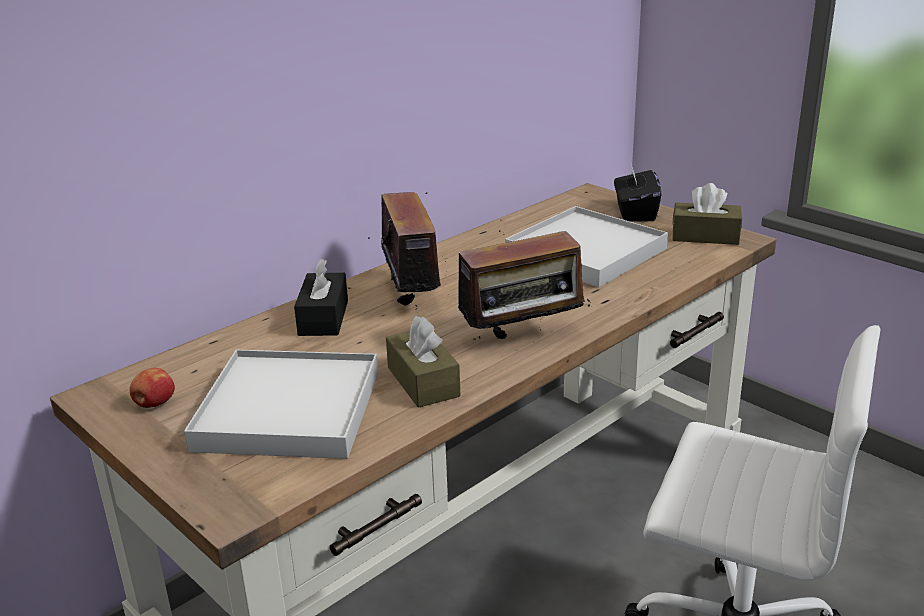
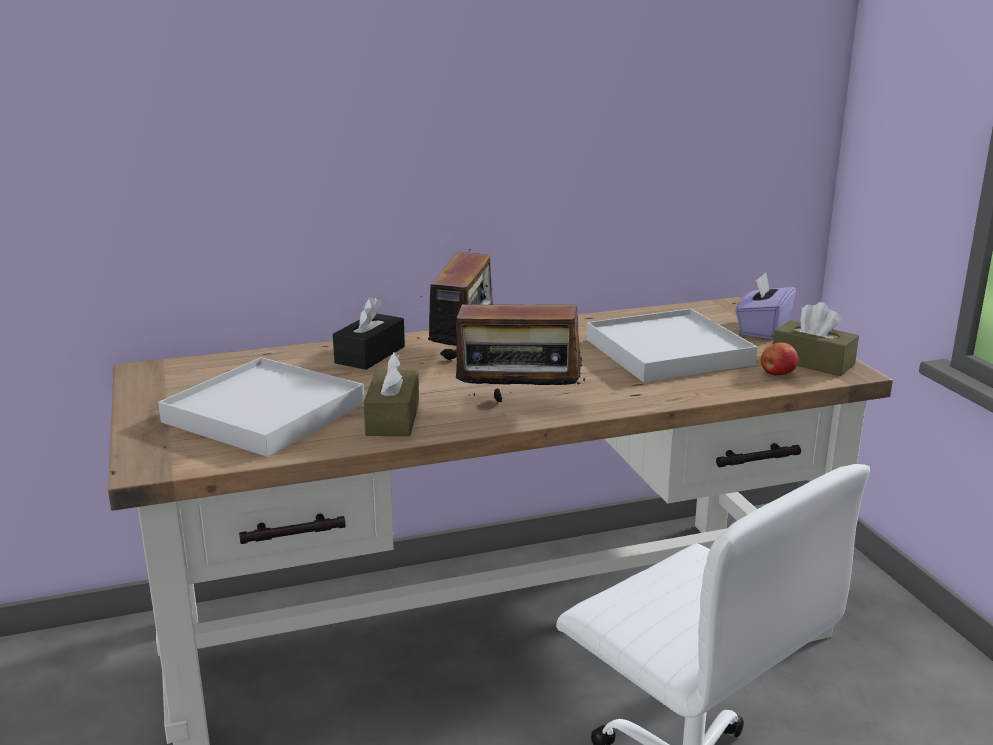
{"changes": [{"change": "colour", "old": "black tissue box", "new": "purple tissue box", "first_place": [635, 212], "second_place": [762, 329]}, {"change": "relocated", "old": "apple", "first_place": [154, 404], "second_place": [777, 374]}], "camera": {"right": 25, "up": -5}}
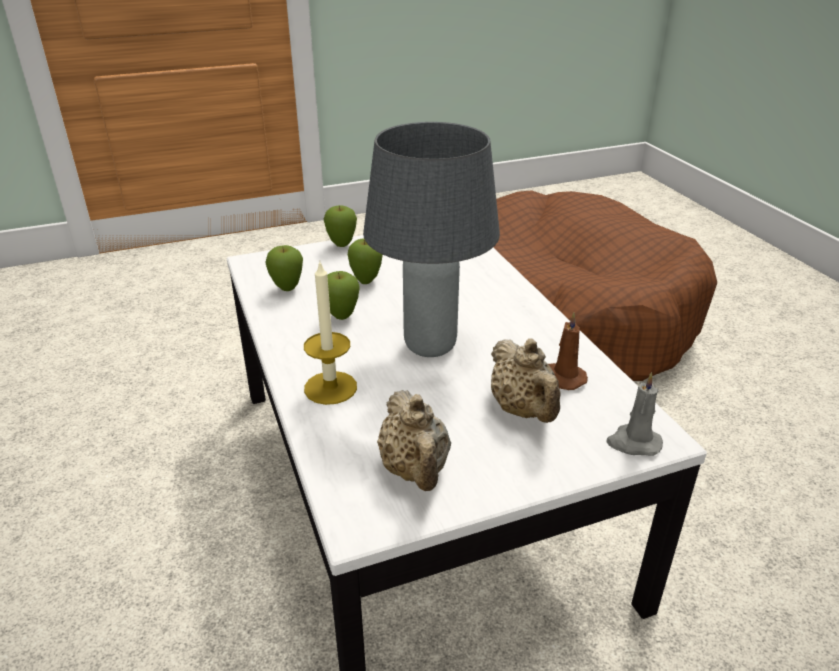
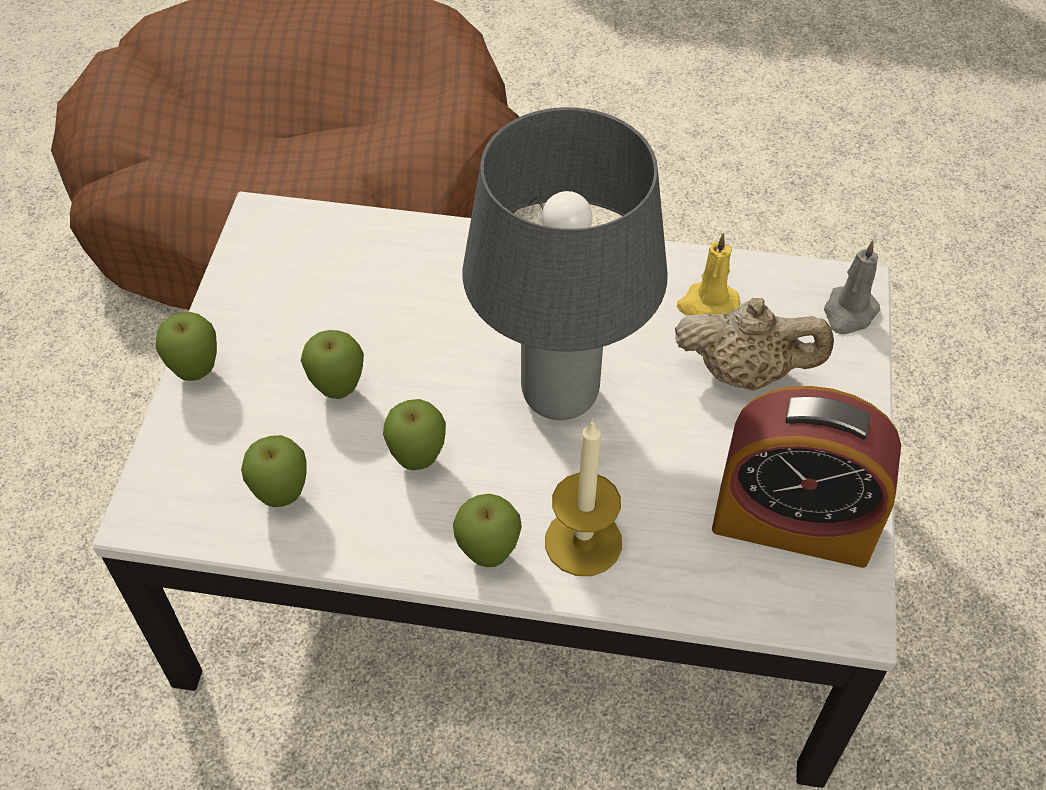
{"changes": [{"change": "colour", "old": "brown candle", "new": "yellow candle", "first_place": [563, 377], "second_place": [707, 304]}, {"change": "exchanged", "old": "beige teapot", "new": "alarm clock", "first_place": [415, 471], "second_place": [793, 522]}, {"change": "appeared", "new": "apple", "second_place": [488, 555]}], "camera": {"right": -60, "up": 20}}
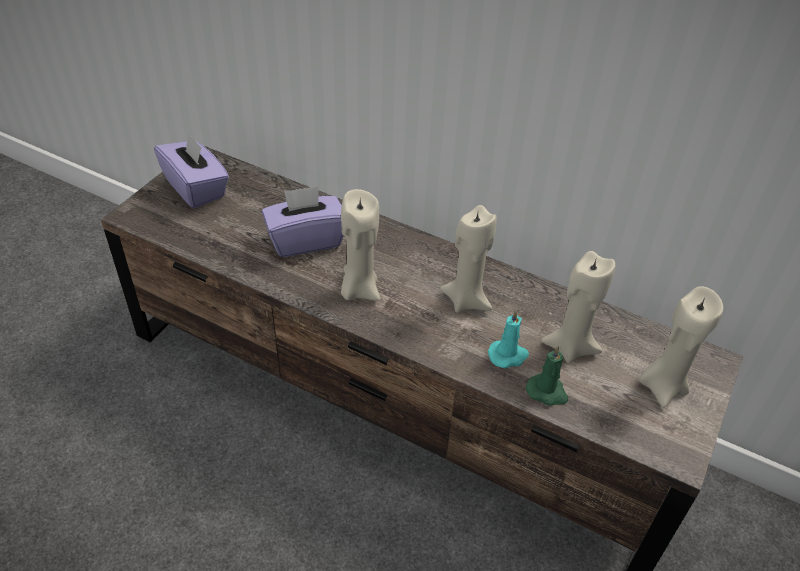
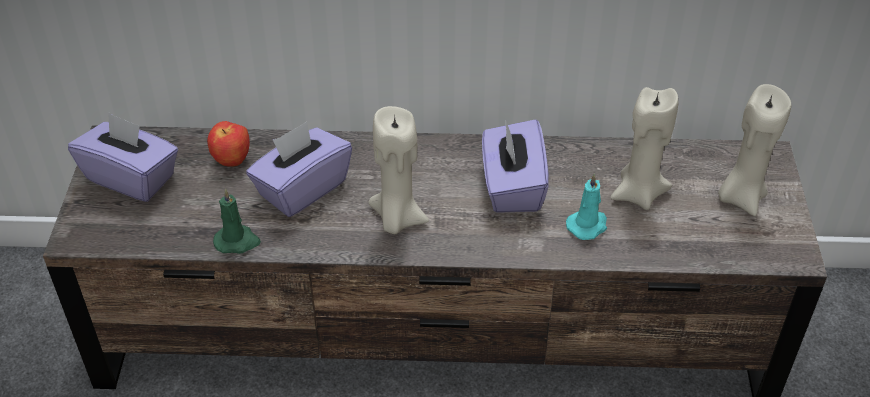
{"changes": [{"change": "exchanged", "old": "beige candle", "new": "purple tissue box", "first_place": [466, 300], "second_place": [512, 187]}, {"change": "relocated", "old": "green candle", "first_place": [547, 392], "second_place": [237, 241]}, {"change": "appeared", "new": "apple", "second_place": [232, 161]}], "camera": {"right": -25, "up": 0}}
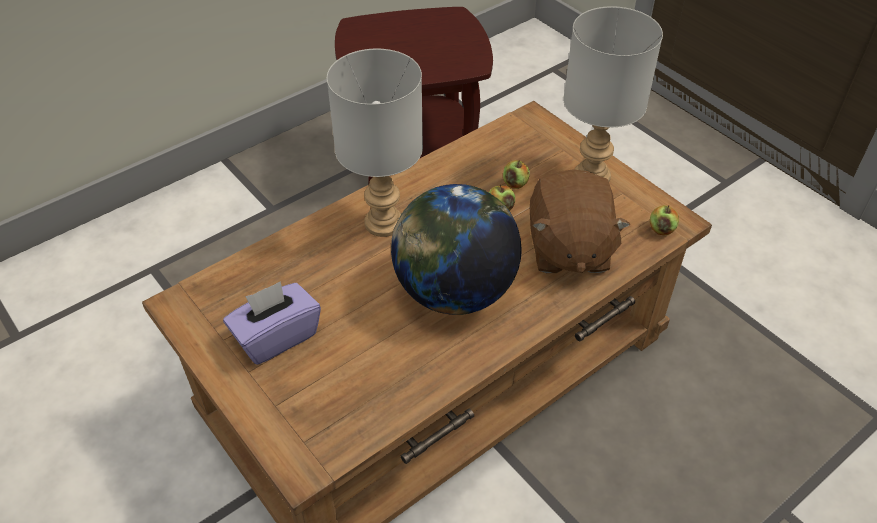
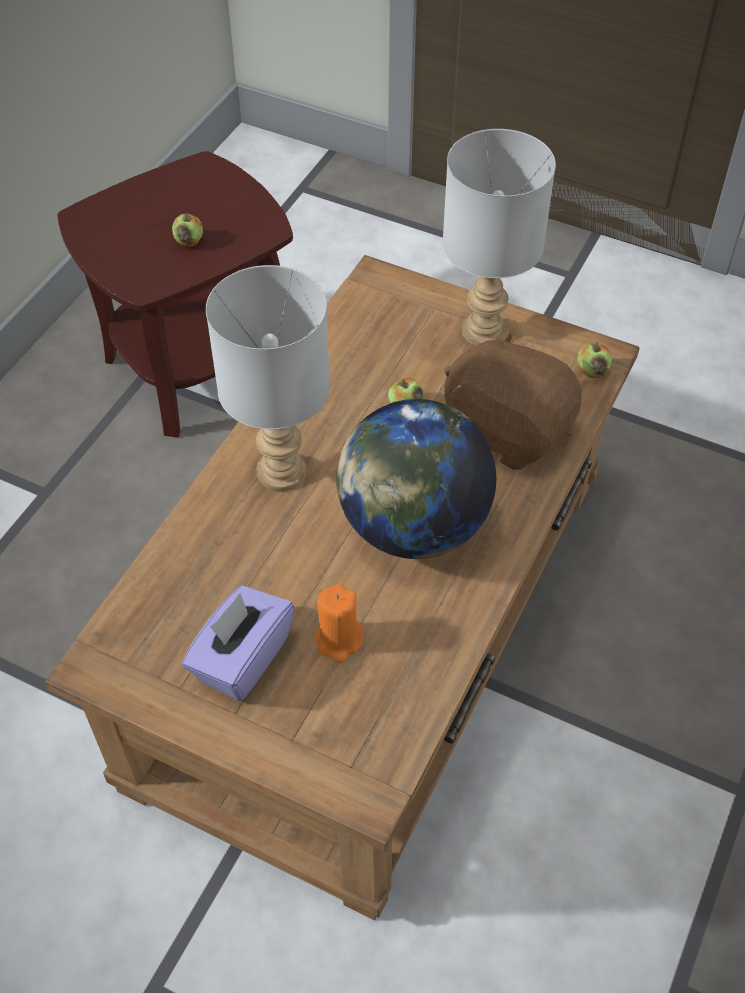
{"changes": [{"change": "relocated", "old": "apple", "first_place": [515, 184], "second_place": [189, 241]}, {"change": "spun", "old": "brown plush toy", "first_place": [568, 249], "second_place": [507, 429], "degrees": 150}, {"change": "appeared", "new": "orange candle", "second_place": [339, 640]}], "camera": {"right": -25, "up": 5}}
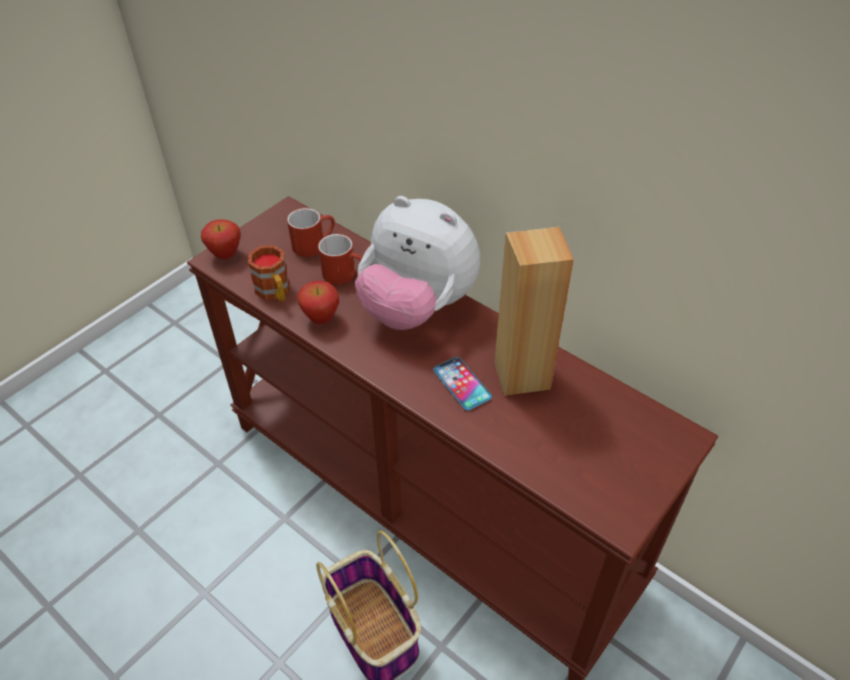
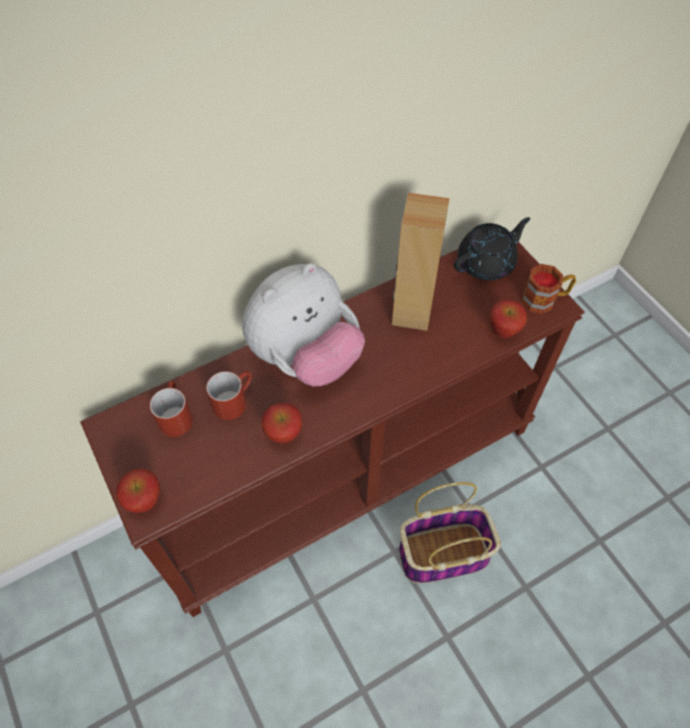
{"changes": [{"change": "relocated", "old": "mug", "first_place": [275, 292], "second_place": [544, 299]}, {"change": "missing", "old": "phone", "first_place": [462, 384]}, {"change": "appeared", "new": "black teapot", "second_place": [486, 263]}, {"change": "appeared", "new": "apple", "second_place": [503, 332]}], "camera": {"right": -70, "up": 10}}
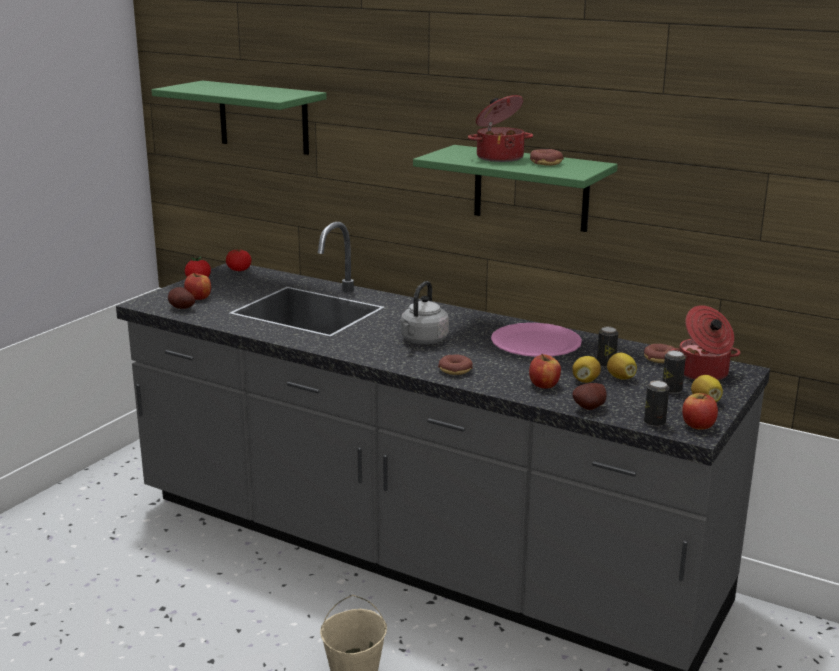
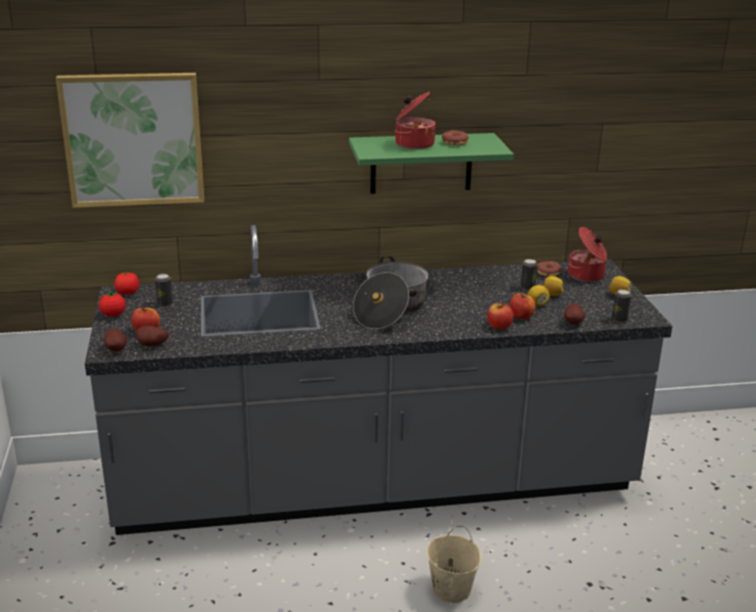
{"changes": [{"change": "exchanged", "old": "green shelf", "new": "picture", "first_place": [263, 117], "second_place": [133, 139]}, {"change": "exchanged", "old": "grey kettle", "new": "cooking pot", "first_place": [423, 341], "second_place": [390, 309]}, {"change": "missing", "old": "pink plate", "first_place": [535, 343]}, {"change": "relocated", "old": "can", "first_place": [671, 390], "second_place": [165, 303]}, {"change": "missing", "old": "donut", "first_place": [455, 370]}, {"change": "relocated", "old": "apple", "first_place": [698, 425], "second_place": [499, 326]}, {"change": "appeared", "new": "potato", "second_place": [116, 350]}], "camera": {"right": -40, "up": 5}}
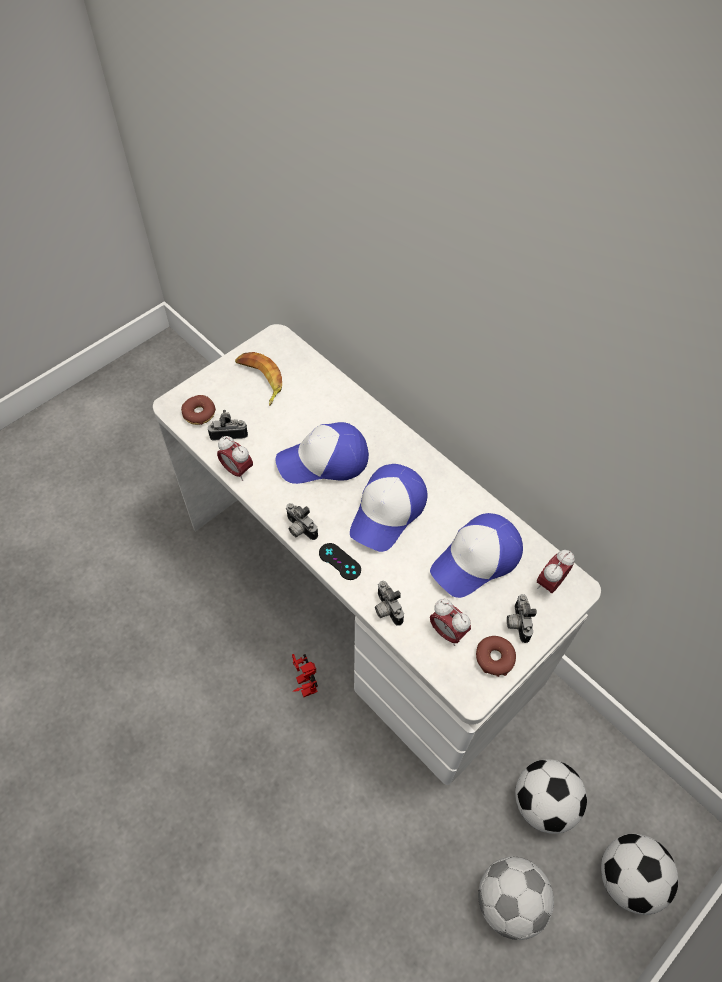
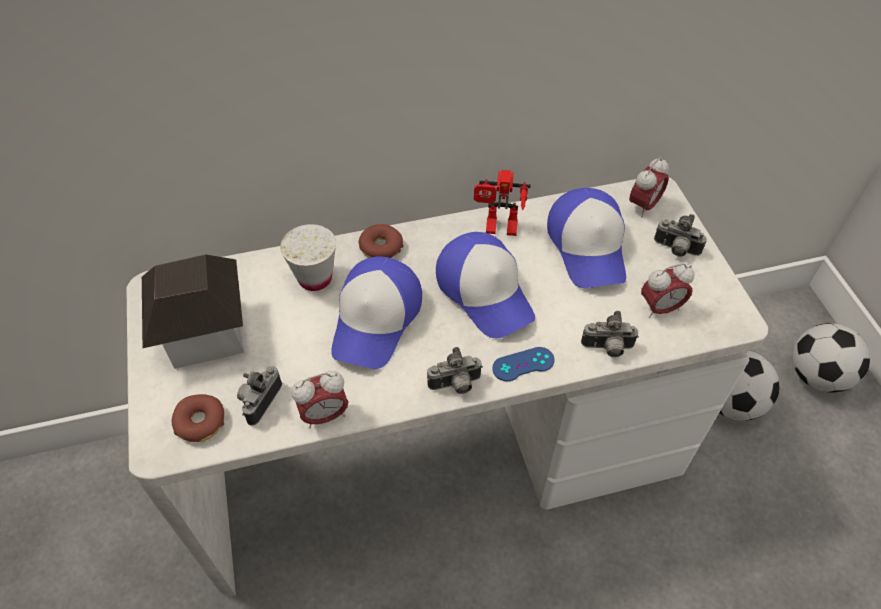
{"changes": [{"change": "exchanged", "old": "banana", "new": "toy house", "first_place": [260, 380], "second_place": [204, 332]}, {"change": "colour", "old": "black game controller", "new": "blue game controller", "first_place": [339, 561], "second_place": [523, 364]}, {"change": "spun", "old": "alarm clock", "first_place": [550, 583], "second_place": [643, 206], "degrees": -120}, {"change": "relocated", "old": "donut", "first_place": [494, 658], "second_place": [381, 247]}, {"change": "relocated", "old": "toy robot", "first_place": [303, 684], "second_place": [498, 230]}, {"change": "missing", "old": "football", "first_place": [509, 901]}, {"change": "appeared", "new": "white cup", "second_place": [315, 278]}], "camera": {"right": -60, "up": -5}}
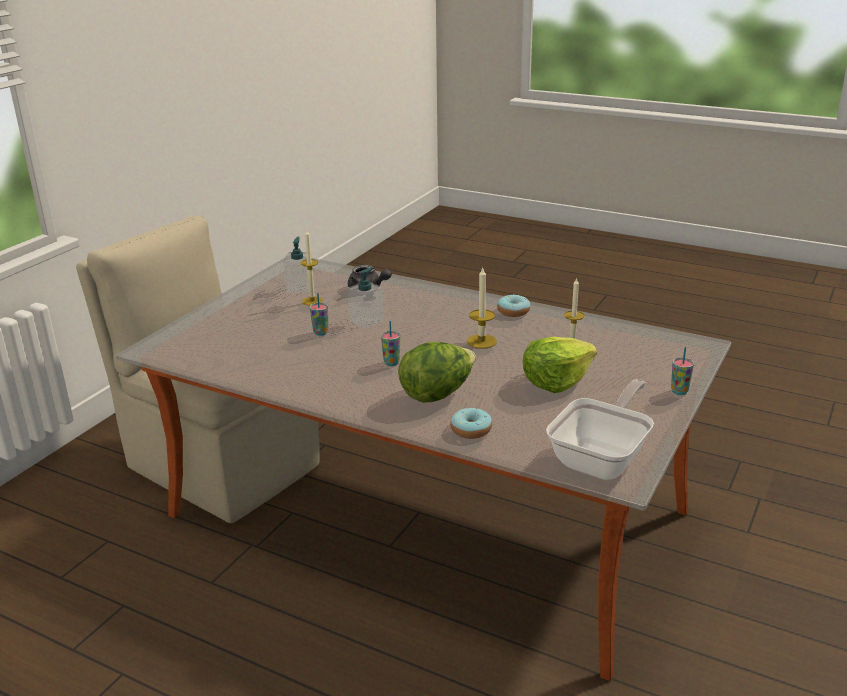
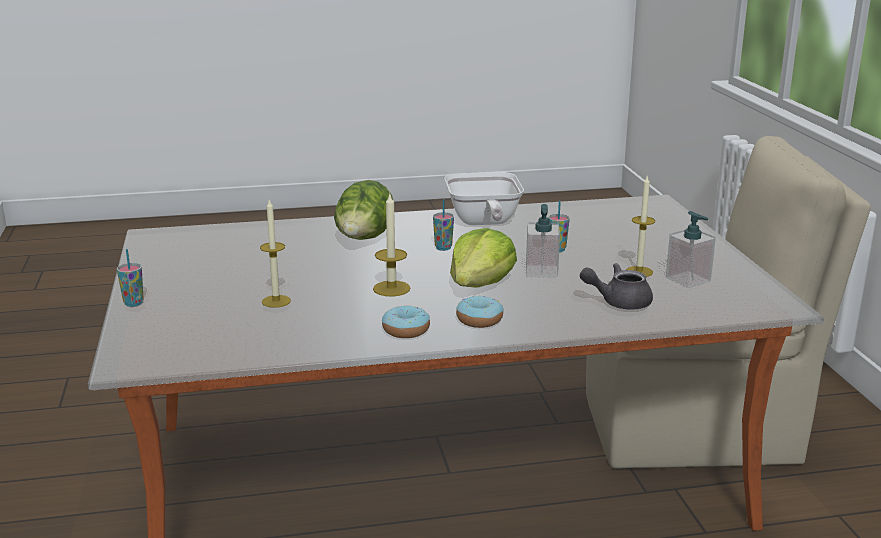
{"changes": [{"change": "relocated", "old": "lettuce", "first_place": [556, 381], "second_place": [480, 285]}, {"change": "relocated", "old": "frying pan", "first_place": [603, 458], "second_place": [483, 223]}, {"change": "relocated", "old": "donut", "first_place": [471, 430], "second_place": [479, 320]}], "camera": {"right": 140, "up": -5}}
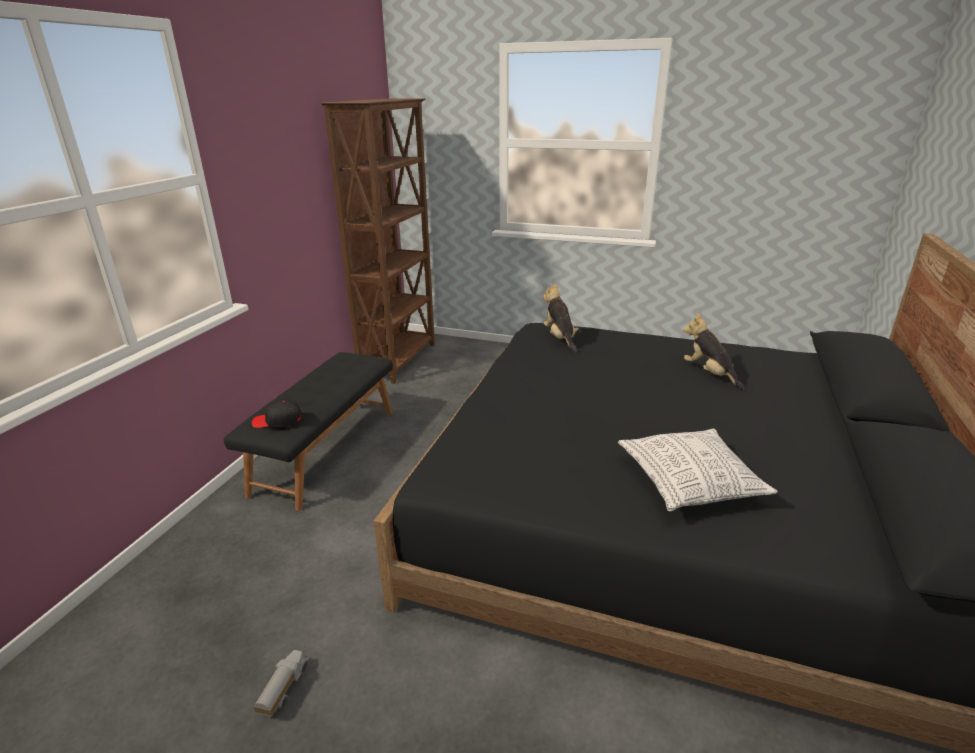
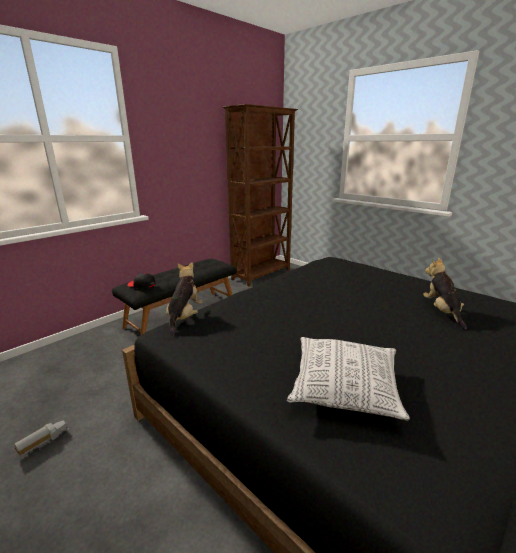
{"changes": [{"change": "relocated", "old": "plush toy", "first_place": [560, 338], "second_place": [184, 317]}], "camera": {"right": 25, "up": -5}}
